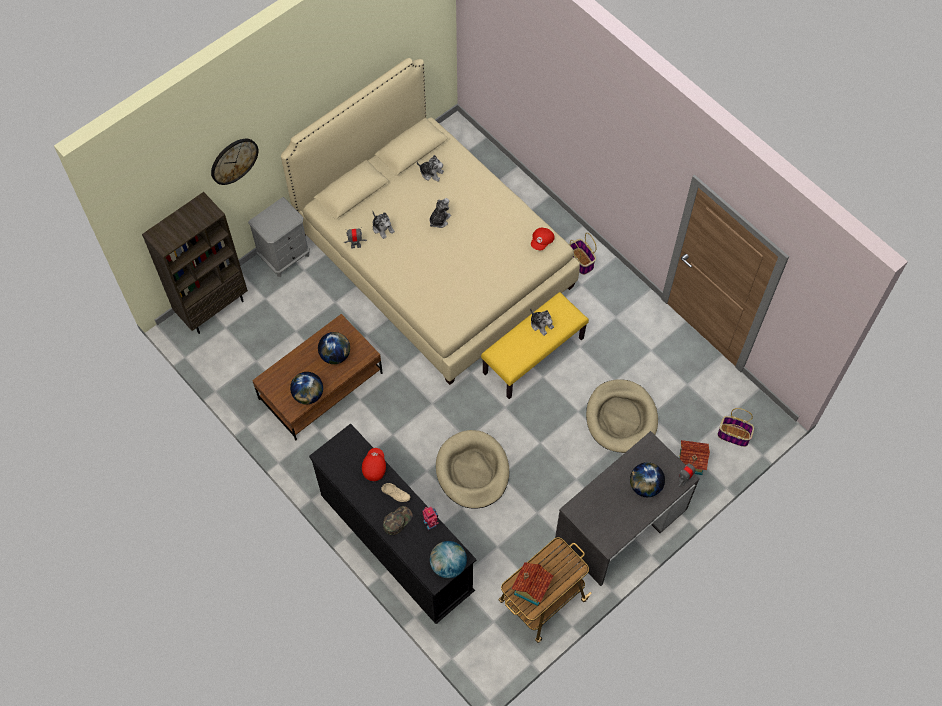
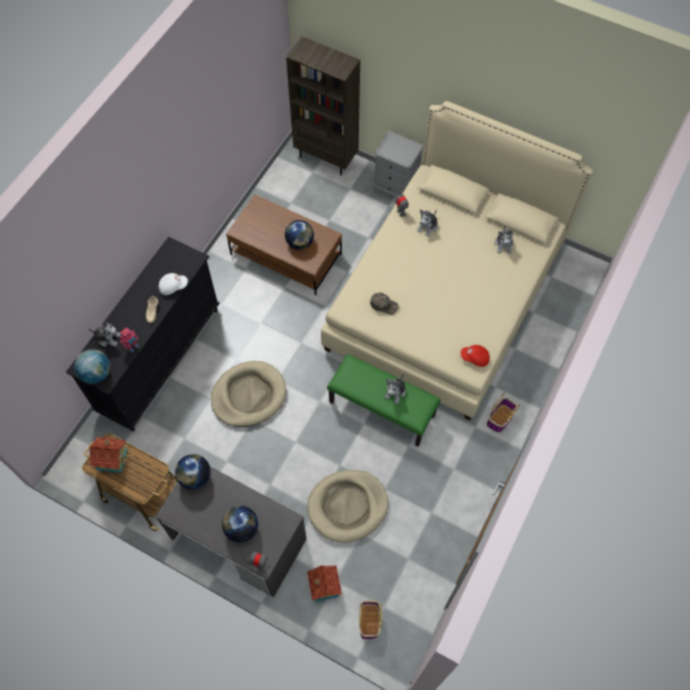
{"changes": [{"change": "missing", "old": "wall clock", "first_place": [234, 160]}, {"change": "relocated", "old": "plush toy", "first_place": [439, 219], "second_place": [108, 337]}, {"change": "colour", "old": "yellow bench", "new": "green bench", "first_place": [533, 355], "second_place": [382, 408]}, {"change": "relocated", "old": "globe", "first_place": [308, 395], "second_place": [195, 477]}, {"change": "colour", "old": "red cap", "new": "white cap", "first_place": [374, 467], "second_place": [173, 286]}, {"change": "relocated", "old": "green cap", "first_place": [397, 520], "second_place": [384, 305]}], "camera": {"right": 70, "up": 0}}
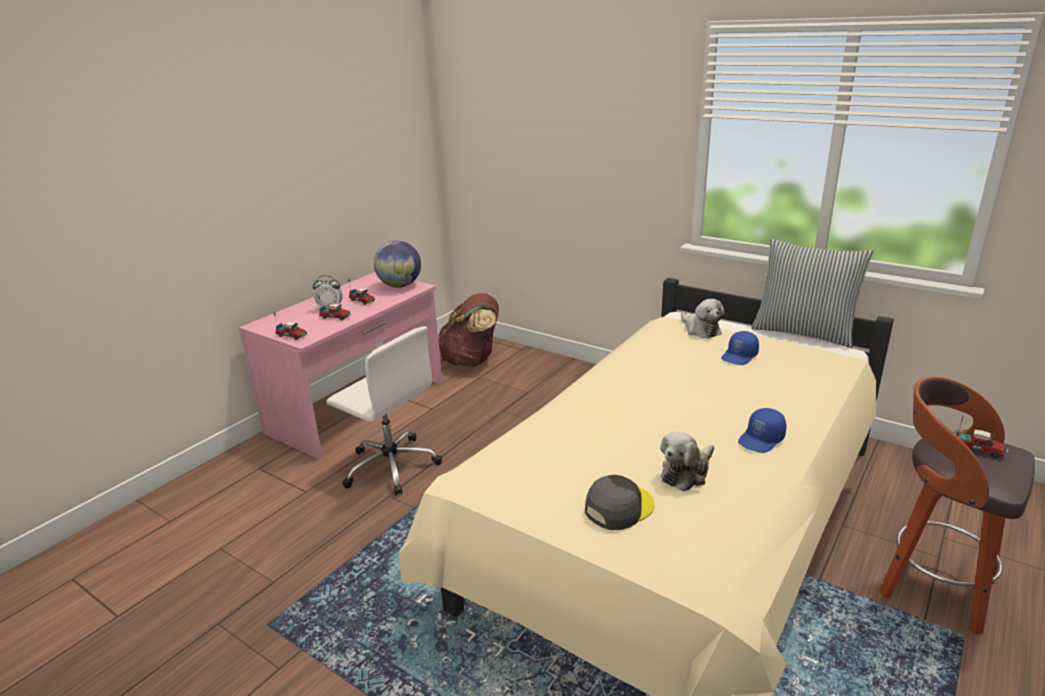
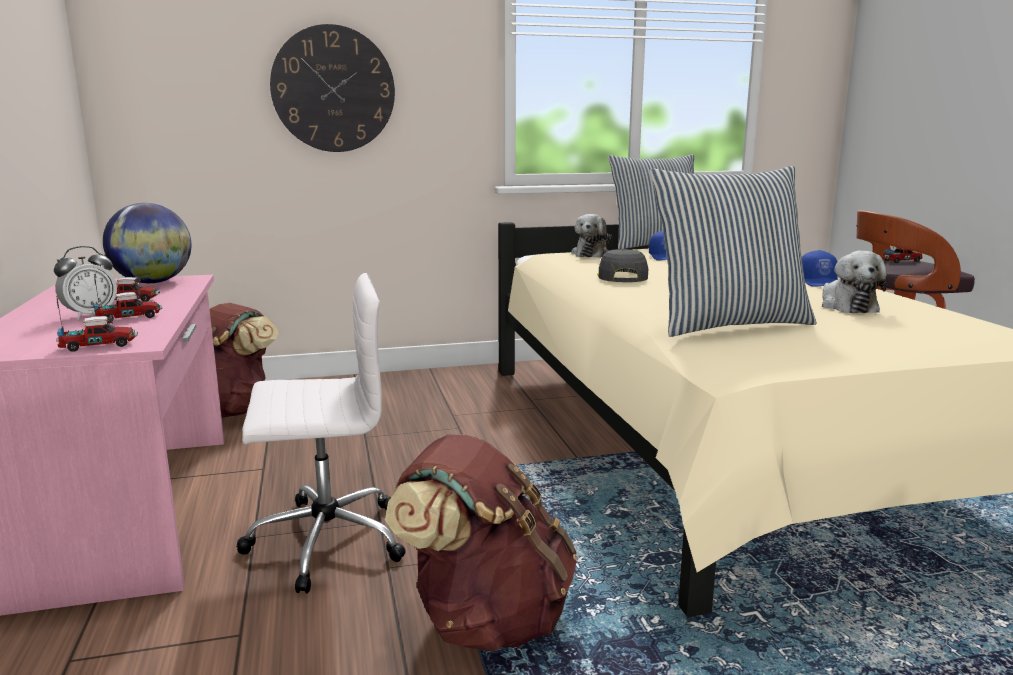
{"changes": [{"change": "spun", "old": "plush toy", "first_place": [700, 330], "second_place": [591, 253], "degrees": 90}, {"change": "relocated", "old": "grey cap", "first_place": [618, 507], "second_place": [621, 276]}, {"change": "appeared", "new": "wall clock", "second_place": [333, 89]}, {"change": "appeared", "new": "pillow", "second_place": [727, 324]}, {"change": "appeared", "new": "brown backpack", "second_place": [485, 618]}], "camera": {"right": -50, "up": -10}}
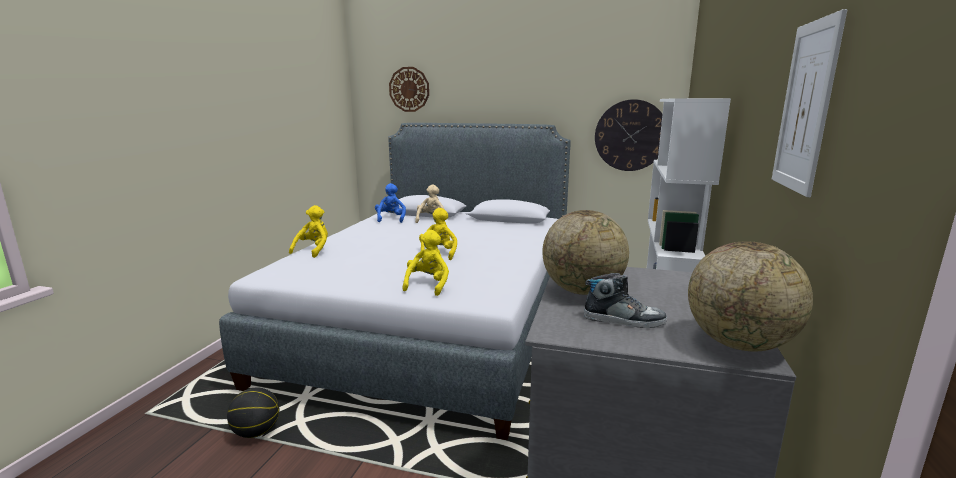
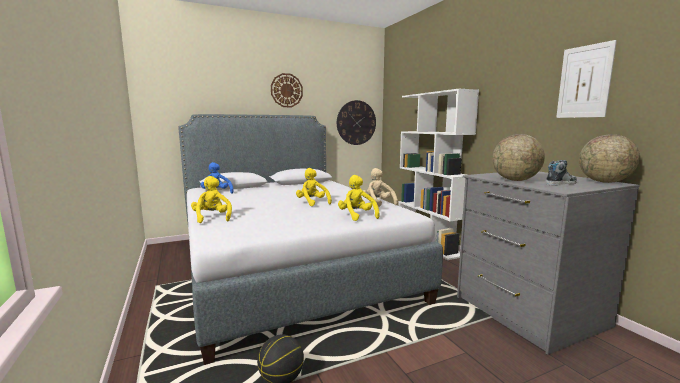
{"changes": [{"change": "relocated", "old": "wall clock", "first_place": [409, 89], "second_place": [286, 90]}, {"change": "relocated", "old": "beige plush toy", "first_place": [431, 220], "second_place": [378, 203]}], "camera": {"right": -40, "up": -5}}
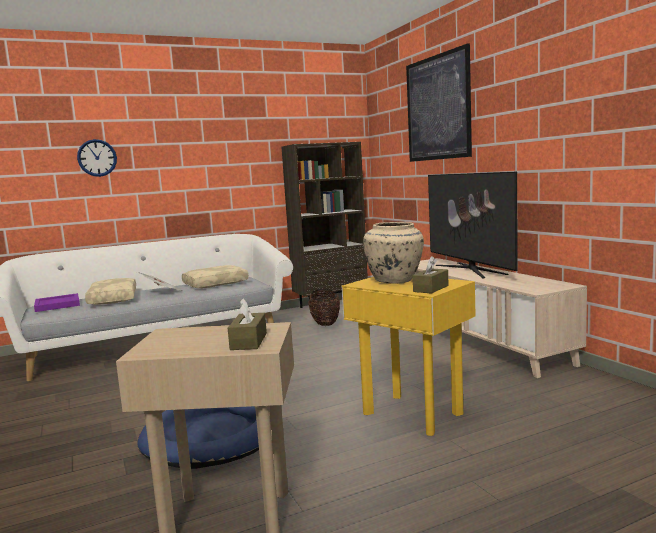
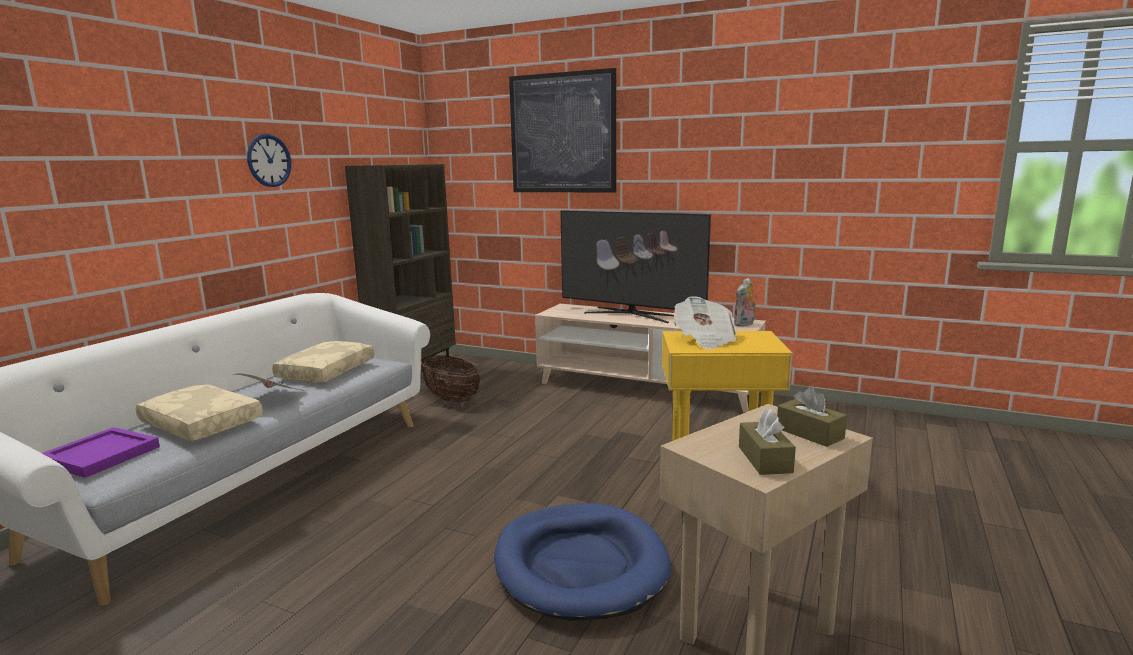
{"changes": [{"change": "relocated", "old": "wall clock", "first_place": [97, 158], "second_place": [269, 160]}, {"change": "exchanged", "old": "beige vase", "new": "newspaper", "first_place": [394, 281], "second_place": [704, 340]}, {"change": "relocated", "old": "brown tissue box", "first_place": [431, 288], "second_place": [765, 459]}, {"change": "appeared", "new": "plush toy", "second_place": [744, 324]}], "camera": {"right": -40, "up": 5}}
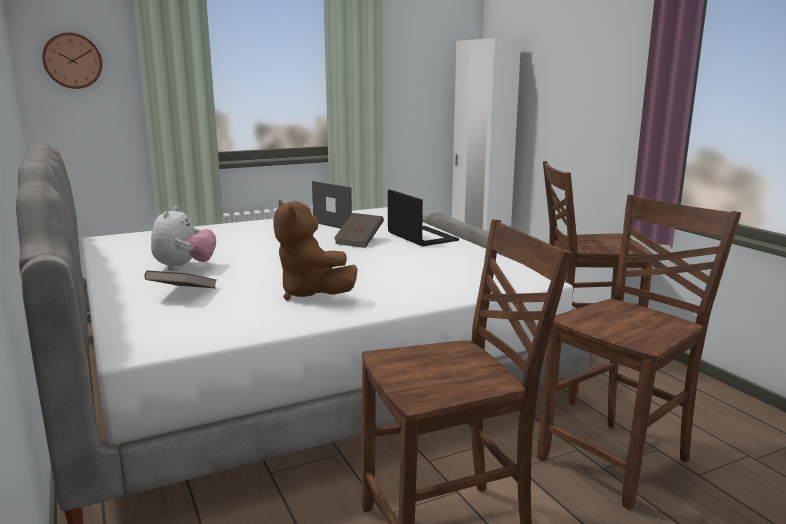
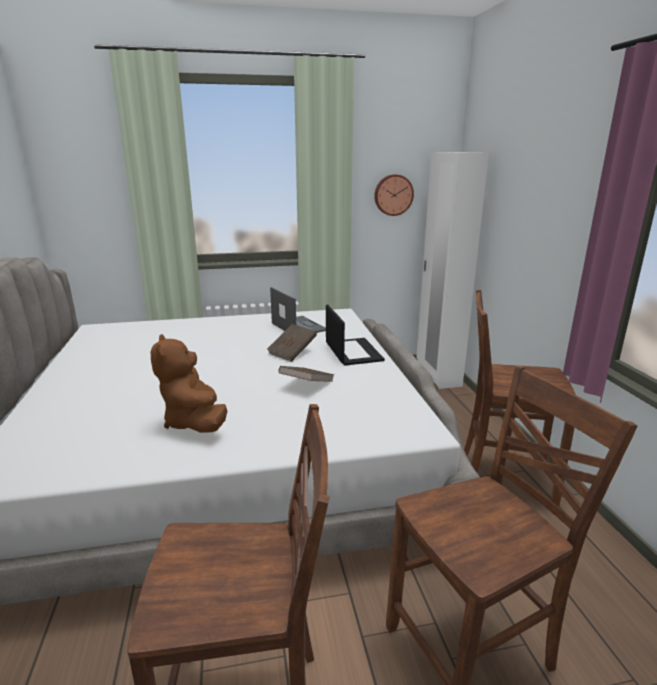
{"changes": [{"change": "relocated", "old": "wall clock", "first_place": [72, 60], "second_place": [393, 195]}, {"change": "missing", "old": "plush toy", "first_place": [184, 267]}, {"change": "relocated", "old": "brown book", "first_place": [183, 294], "second_place": [307, 385]}], "camera": {"right": 15, "up": 5}}
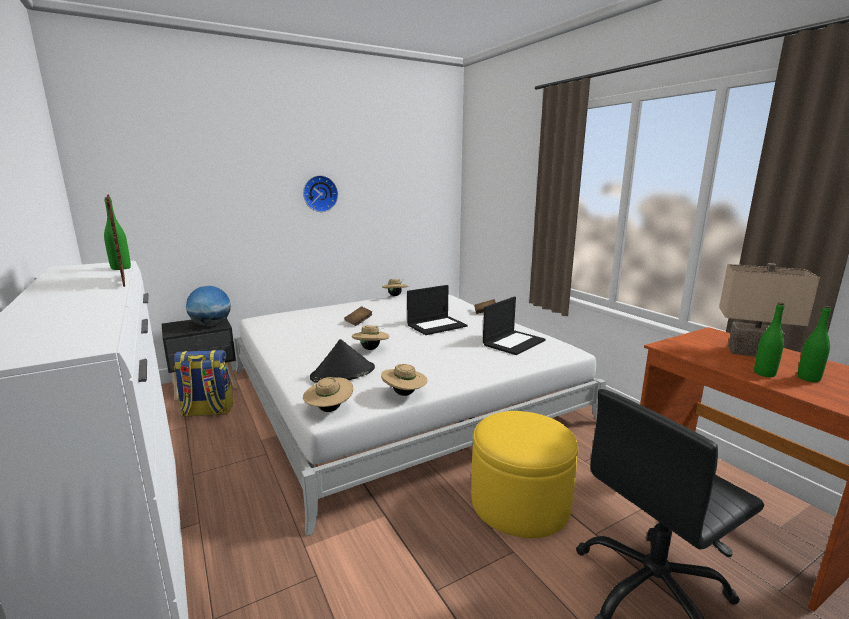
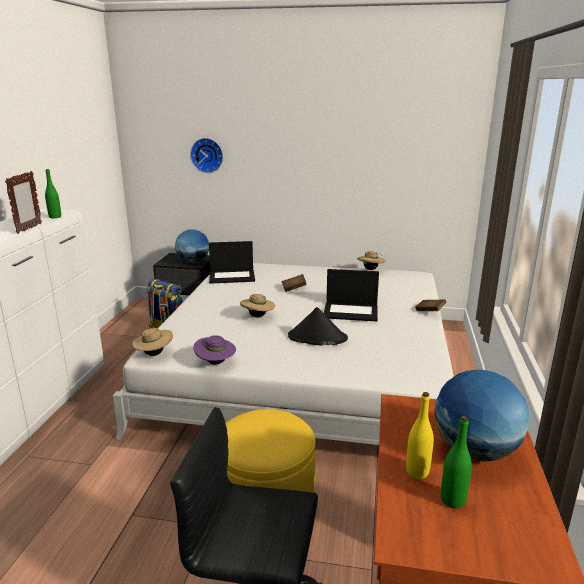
{"changes": [{"change": "relocated", "old": "wall clock", "first_place": [320, 193], "second_place": [207, 155]}, {"change": "exchanged", "old": "beige table lamp", "new": "globe", "first_place": [752, 353], "second_place": [474, 451]}, {"change": "relocated", "old": "laptop", "first_place": [513, 342], "second_place": [232, 276]}, {"change": "colour", "old": "green bottle", "new": "yellow bottle", "first_place": [764, 373], "second_place": [417, 472]}, {"change": "relocated", "old": "black hat", "first_place": [343, 373], "second_place": [317, 337]}, {"change": "colour", "old": "beige hat", "new": "purple hat", "first_place": [404, 394], "second_place": [215, 363]}], "camera": {"right": 40, "up": 5}}
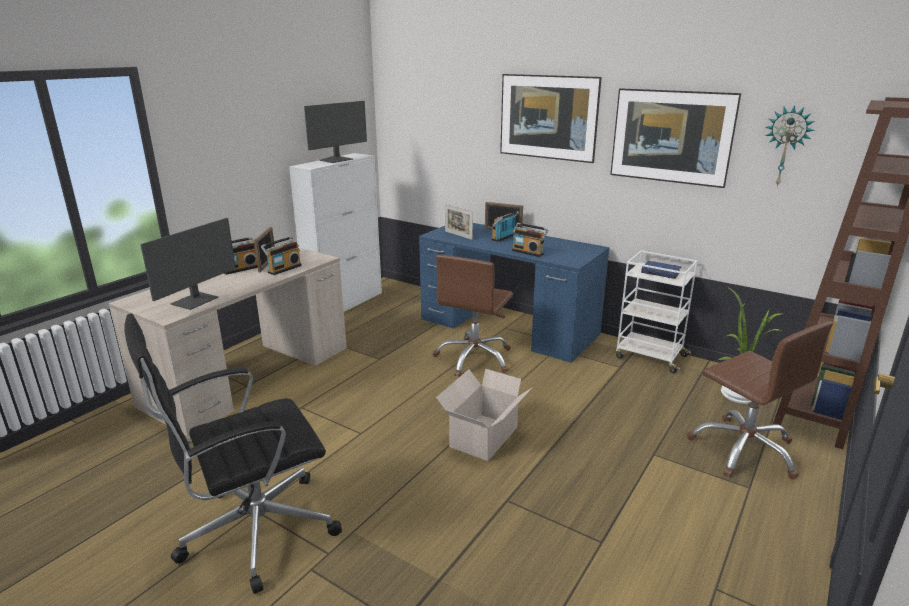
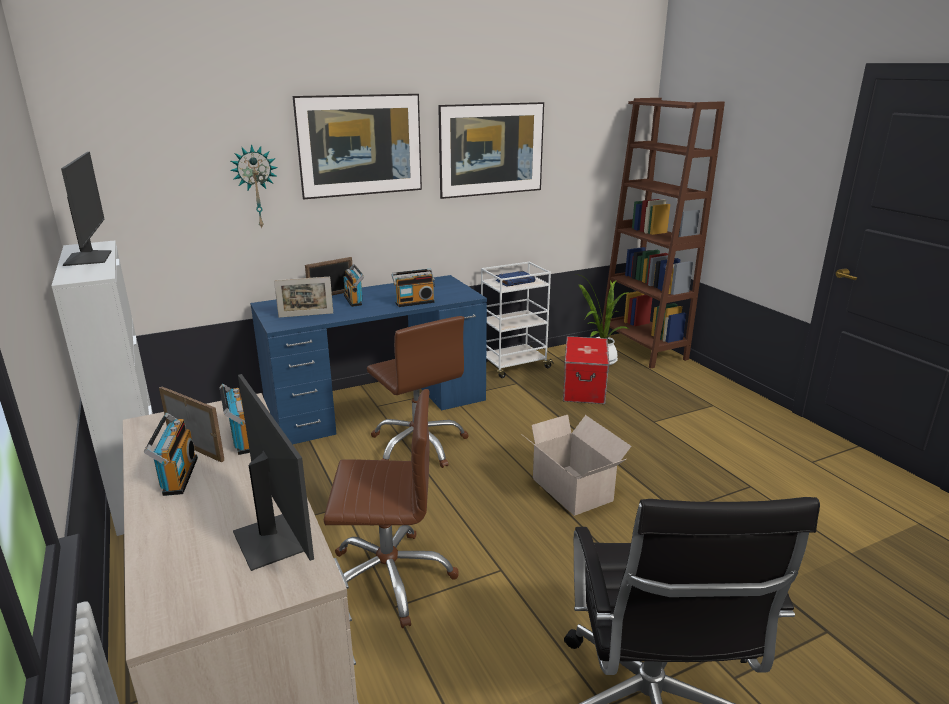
{"changes": [{"change": "relocated", "old": "wall clock", "first_place": [786, 146], "second_place": [256, 187]}, {"change": "relocated", "old": "brown office chair", "first_place": [744, 449], "second_place": [389, 578]}, {"change": "appeared", "new": "storage box", "second_place": [583, 388]}], "camera": {"right": -60, "up": 0}}
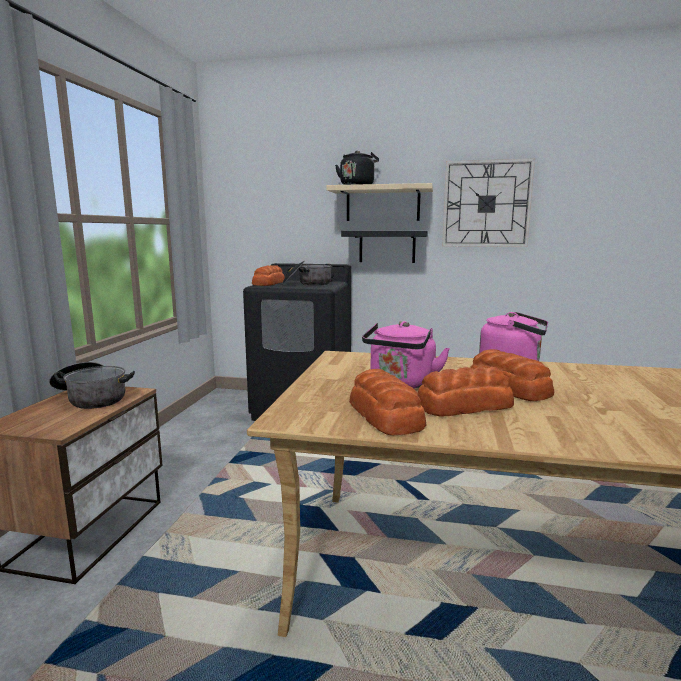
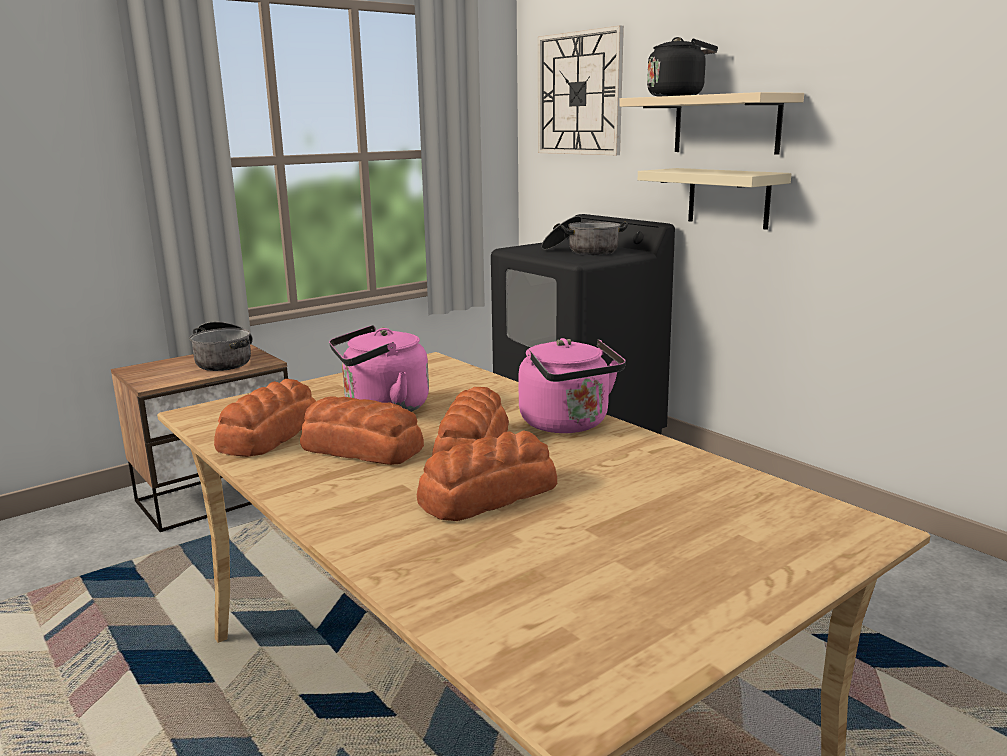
{"changes": [{"change": "relocated", "old": "wall clock", "first_place": [486, 204], "second_place": [579, 94]}, {"change": "colour", "old": "black shelf", "new": "beige shelf", "first_place": [387, 246], "second_place": [728, 197]}, {"change": "relocated", "old": "bread", "first_place": [268, 283], "second_place": [486, 494]}], "camera": {"right": 40, "up": 5}}
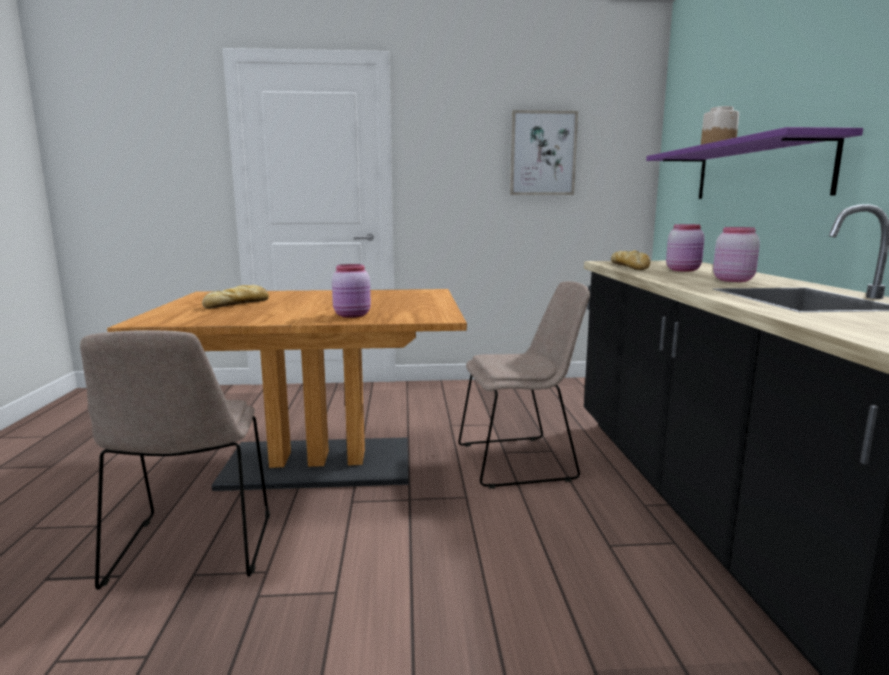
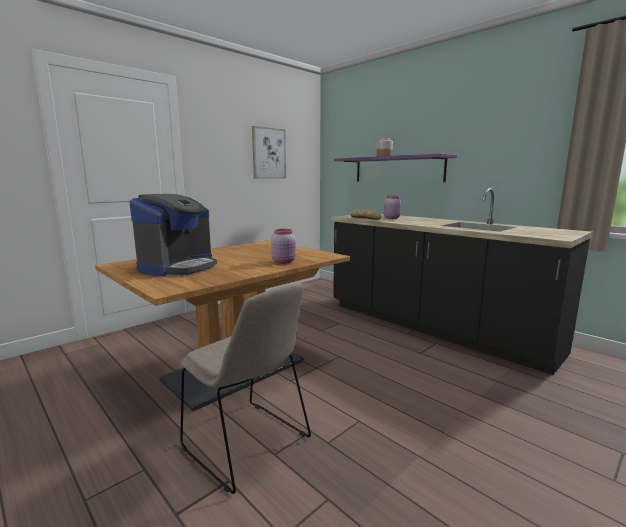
{"changes": [{"change": "missing", "old": "pink jar", "first_place": [732, 280]}, {"change": "missing", "old": "beige chair", "first_place": [520, 461]}, {"change": "exchanged", "old": "bread", "new": "coffee machine", "first_place": [238, 303], "second_place": [178, 267]}], "camera": {"right": -40, "up": 0}}
